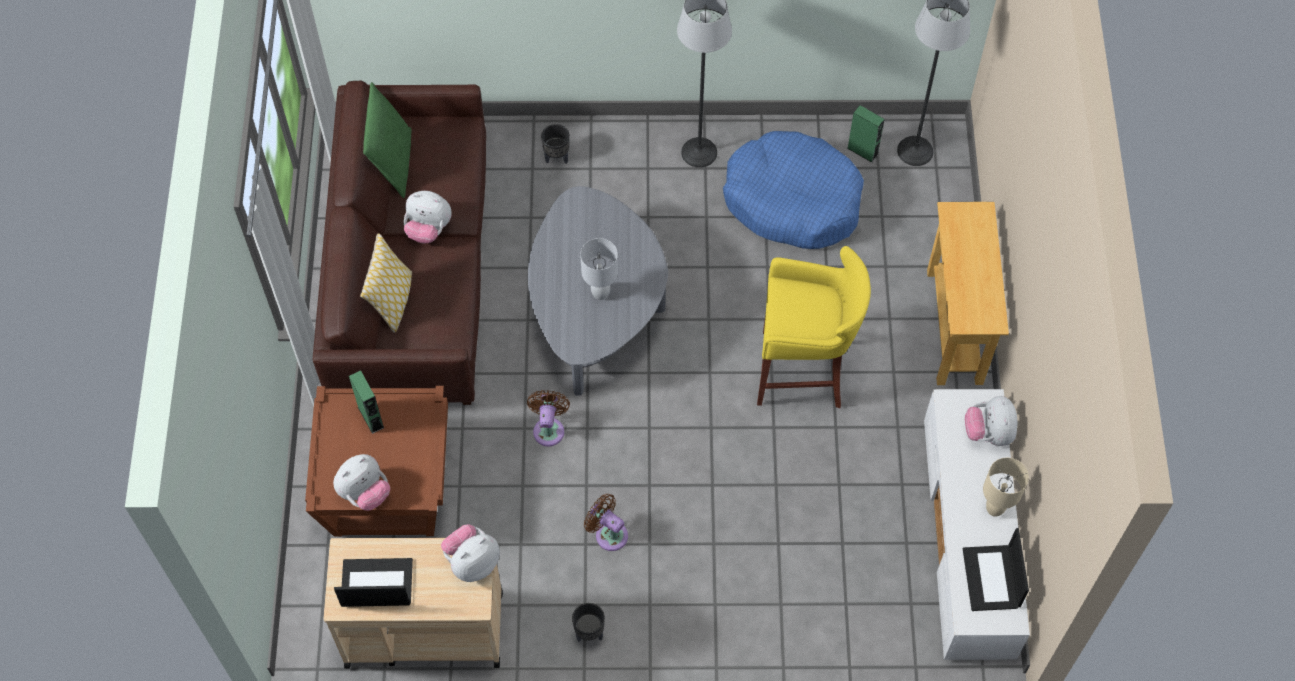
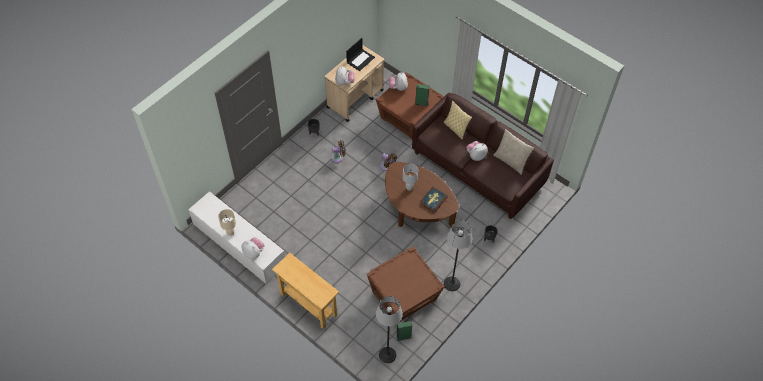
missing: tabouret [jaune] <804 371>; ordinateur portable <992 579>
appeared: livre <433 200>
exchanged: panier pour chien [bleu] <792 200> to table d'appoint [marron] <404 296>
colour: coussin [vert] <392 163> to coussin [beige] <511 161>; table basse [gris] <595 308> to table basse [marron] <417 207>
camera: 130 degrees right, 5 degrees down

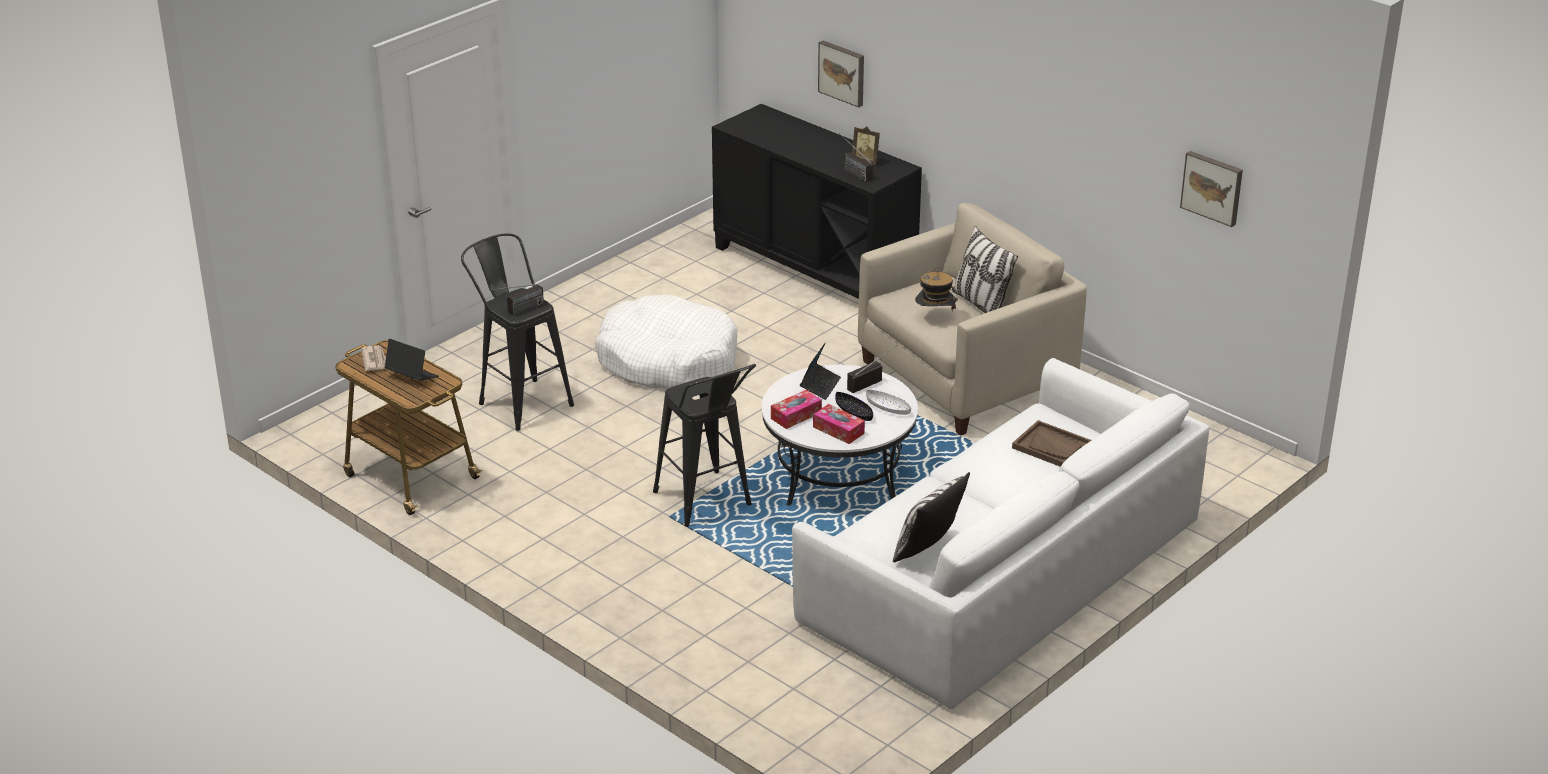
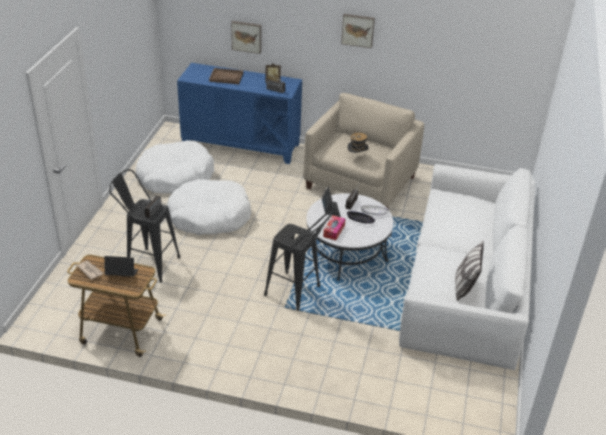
missing: boîte à mouchoirs <838 430>; coussin <980 304>
appeared: panier pour chien [blanc] <175 176>
relocated: plateau [marron] <1052 447> to <226 77>; tableau <1213 187> to <358 30>
colour: meuble de rangement [noir] <814 269> to meuble de rangement [bleu] <241 144>
camera: 30 degrees left, 5 degrees up

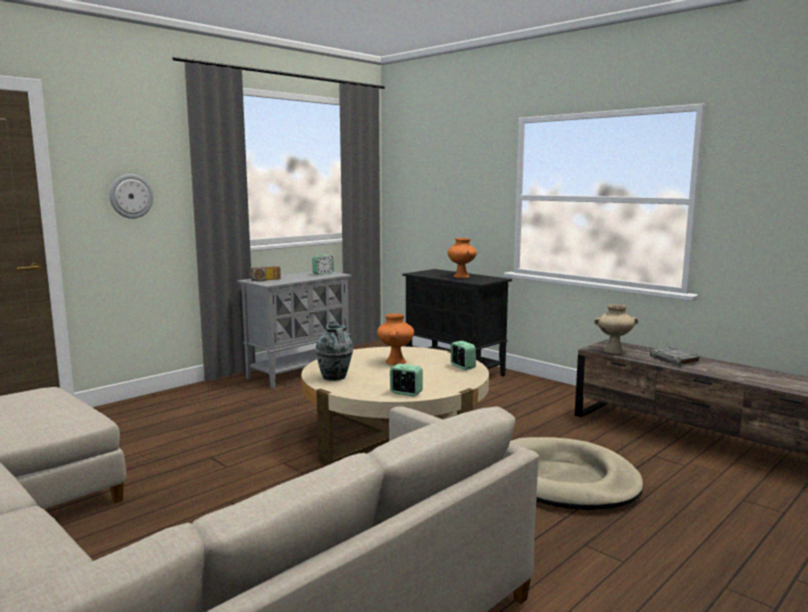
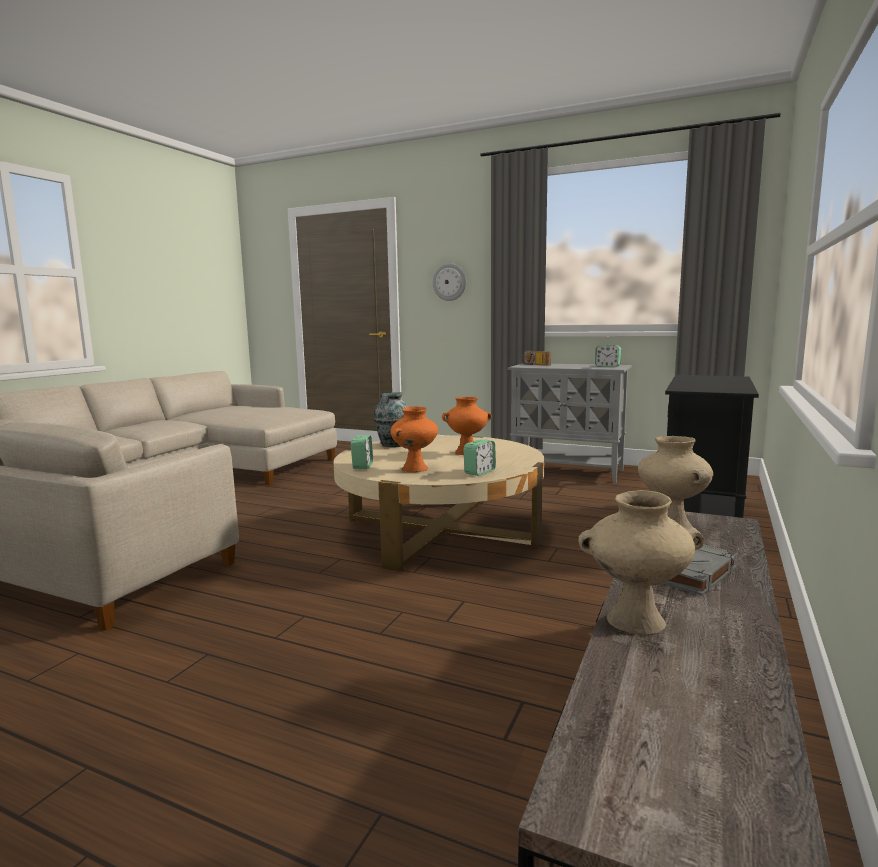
missing: panier pour chien [beige] <565 480>
appeared: vase [beige] <634 621>
relocated: vase [orange] <462 276> to <415 469>
camera: 70 degrees right, 0 degrees up

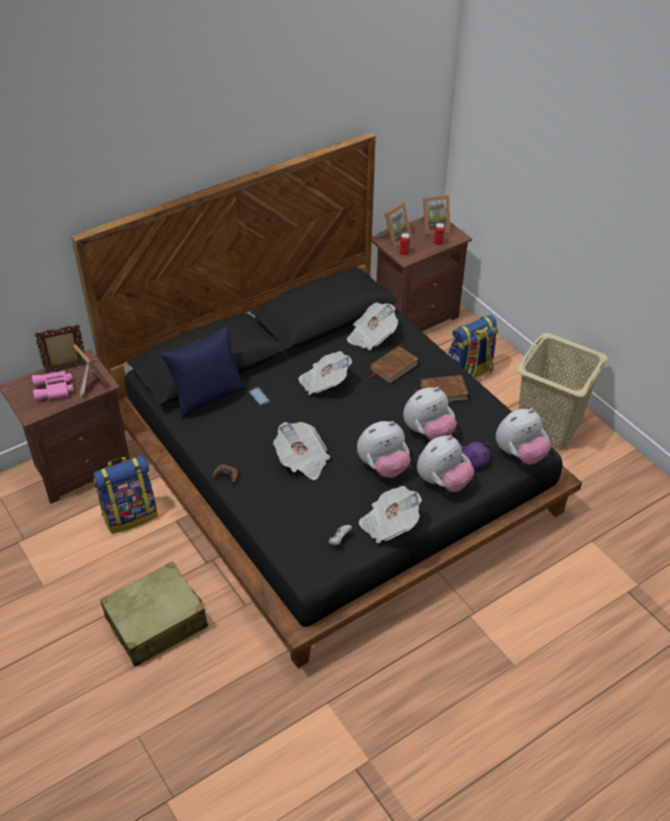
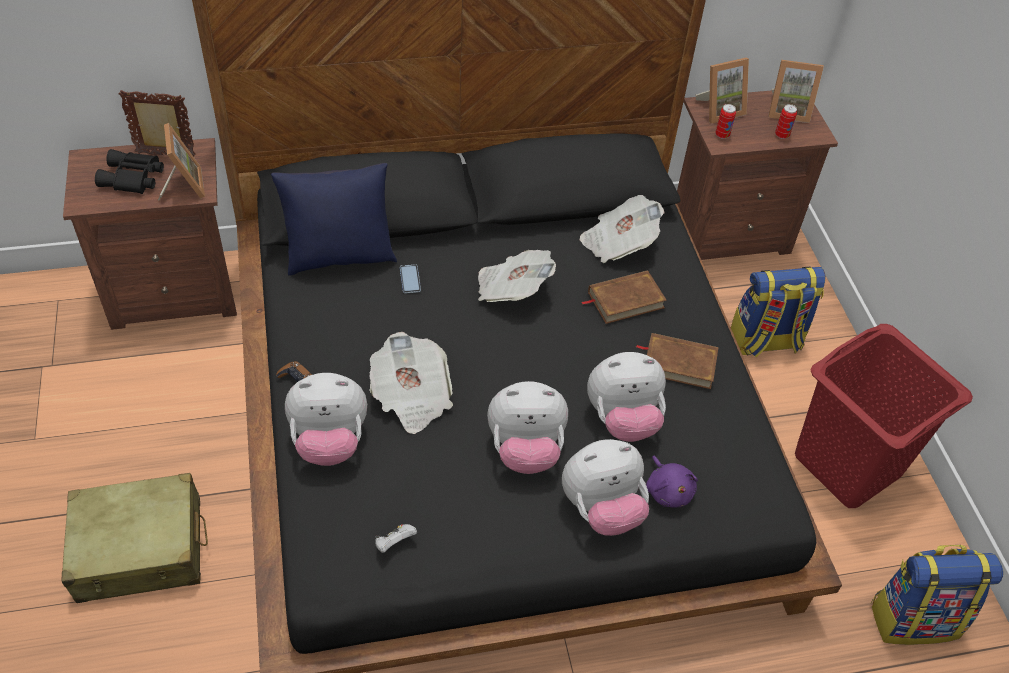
missing: journal <389 524>
relocated: sac à dos <130 514> to <914 618>; peluche <519 454> to <329 442>
colour: jumelles [rose] <54 389> to jumelles [noir] <133 178>; panier à linge [beige] <549 426> to panier à linge [rouge] <847 465>
camera: 20 degrees right, 5 degrees up

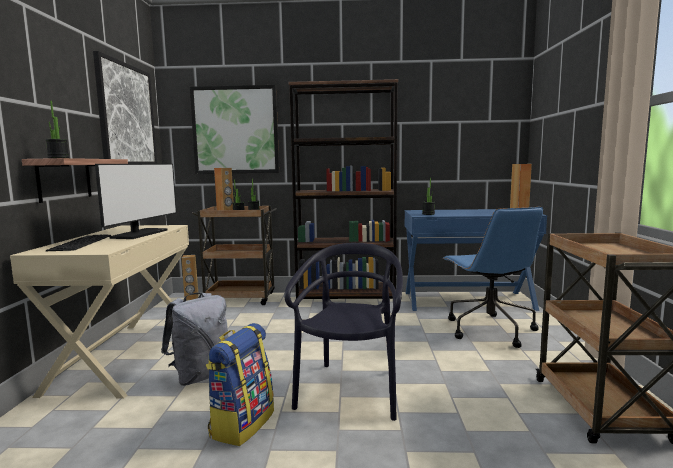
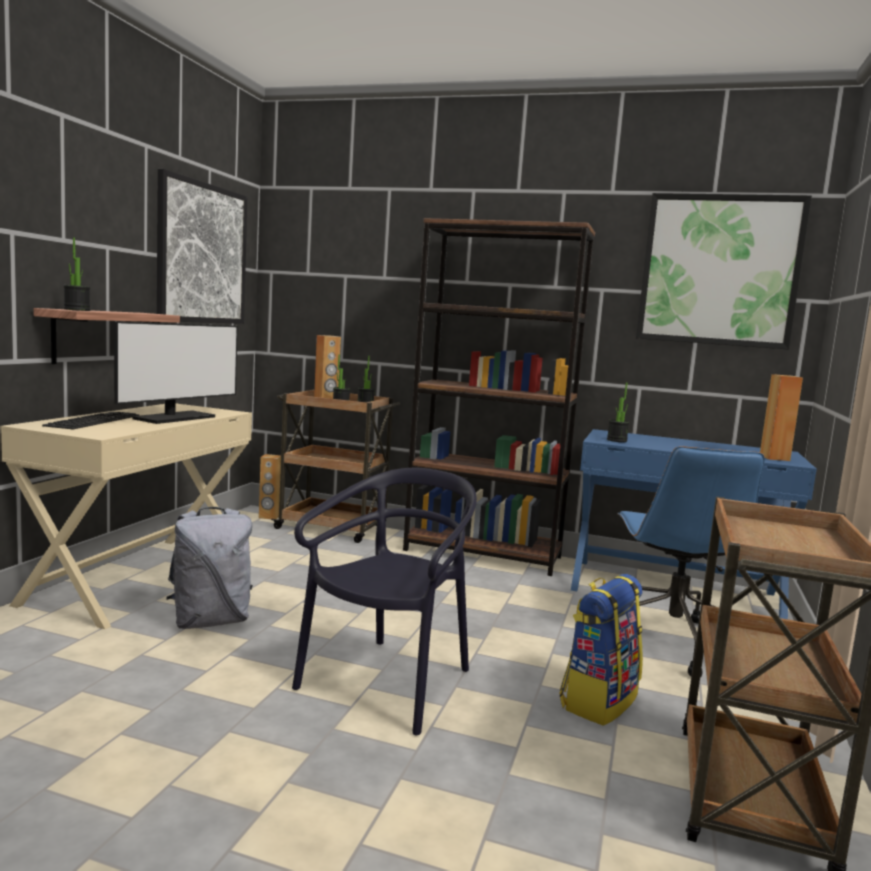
relocated: tableau <235 130> to <719 270>; sac à dos <242 423> to <598 700>
camera: 15 degrees right, 0 degrees up

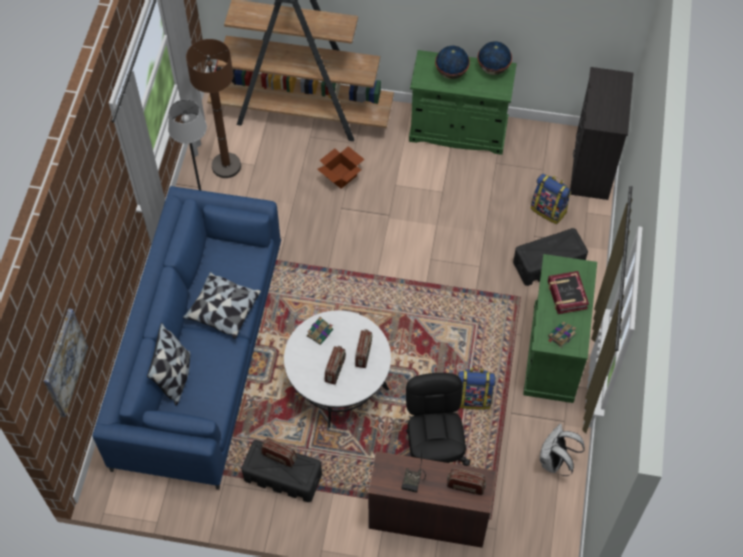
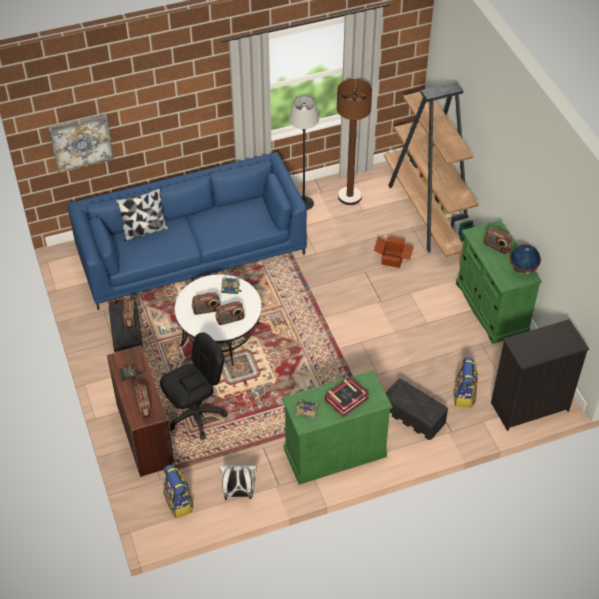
missing: coussin <223 310>
relocated: sac à dos <473 398> to <179 503>
exchanged: globe <451 73> to radio <496 247>
camera: 60 degrees right, 10 degrees down

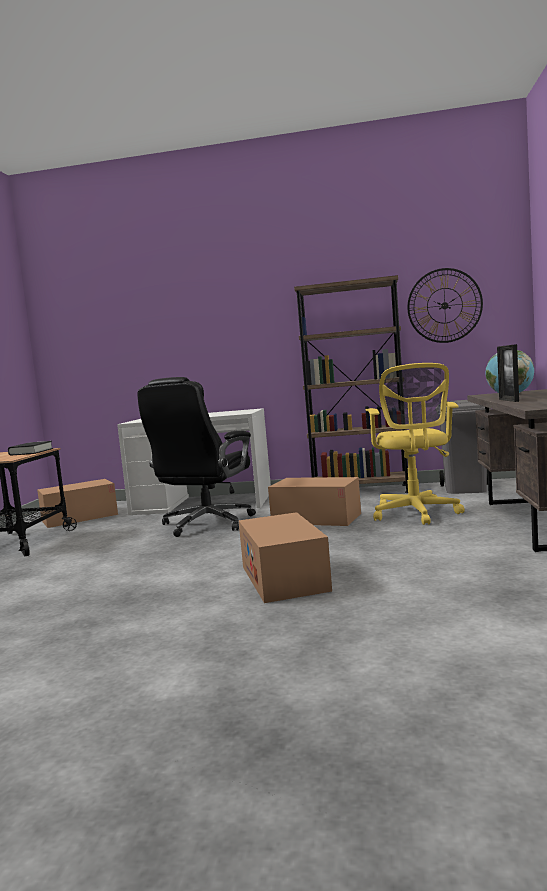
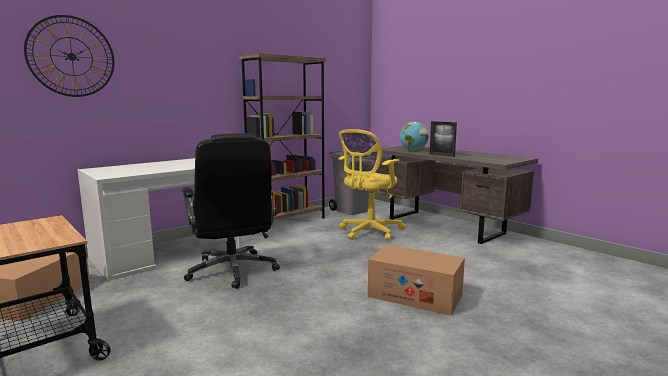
missing: livre [noir] <31 452>; carton <316 518>
relocated: horloge murale <444 305> to <71 56>
spun: chaise de bureau [jaune] <416 514> = <369 232> 90 degrees clockwise
camera: 50 degrees left, 5 degrees up

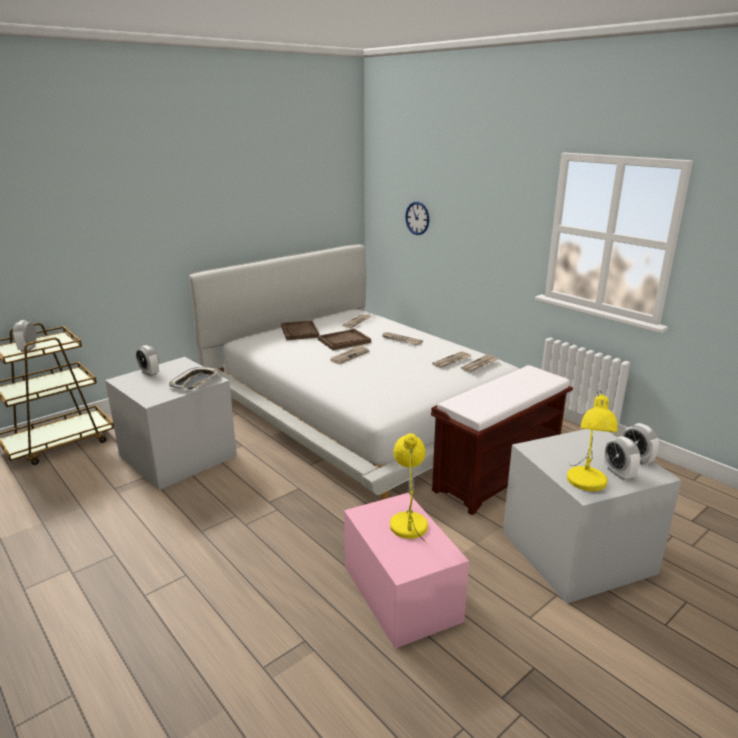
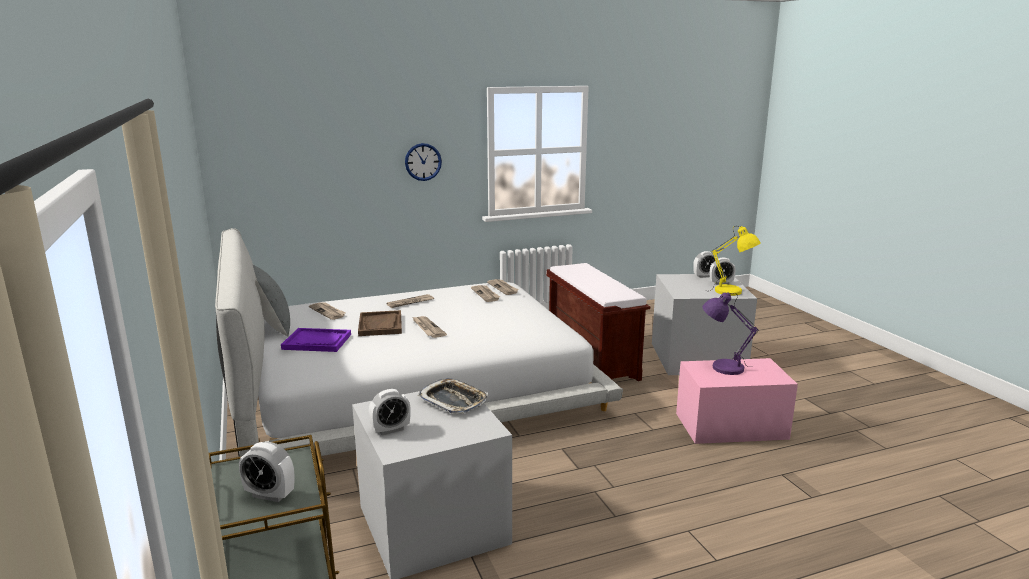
appeared: coussin [gris] <272 327>
relocated: horloge murale <417 218> to <423 162>
colour: plateau [marron] <300 332> to plateau [violet] <317 342>; lampe de table [jaune] <409 523> to lampe de table [violet] <723 367>
camera: 70 degrees left, 5 degrees down

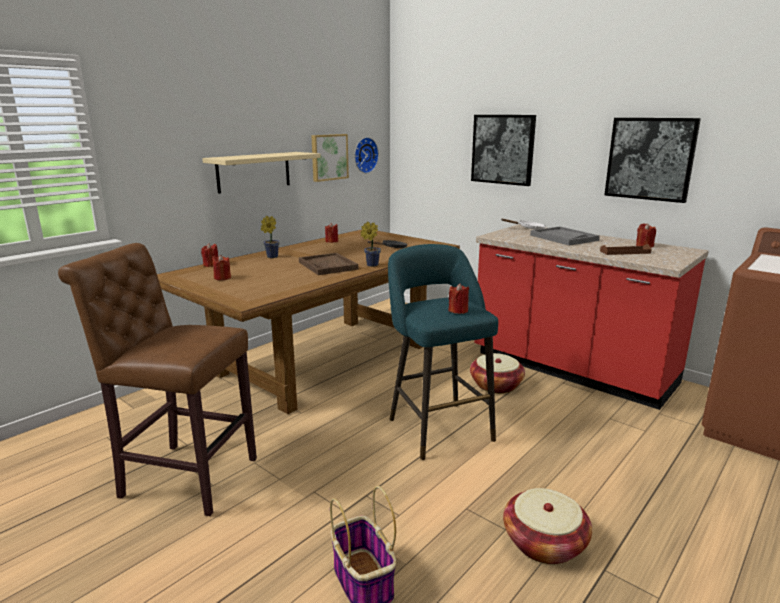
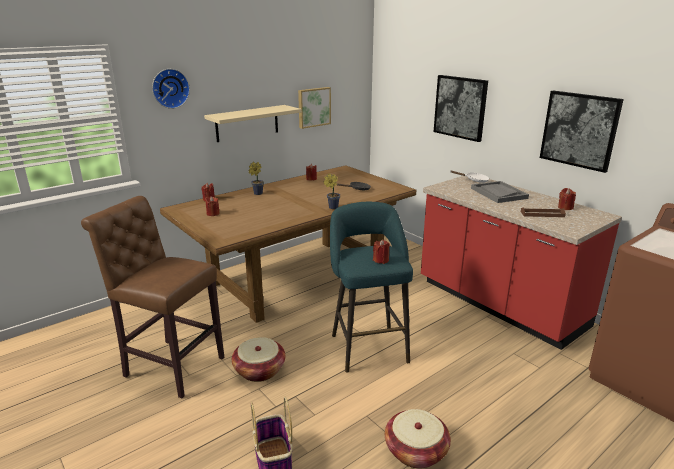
missing: plateau [marron] <328 265>
relocated: horloge murale <364 155> to <170 88>; panier <496 385> to <259 370>
camera: 10 degrees right, 5 degrees up

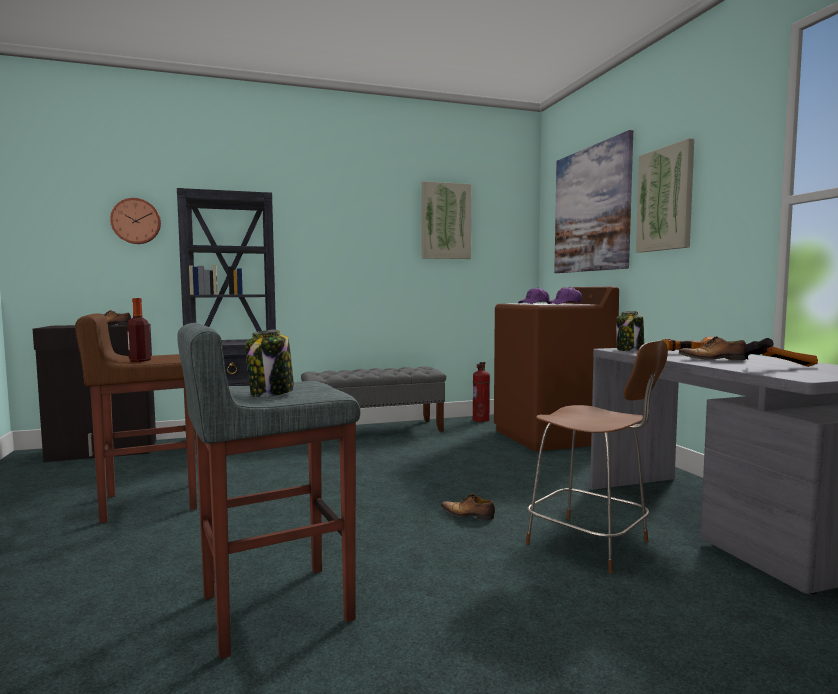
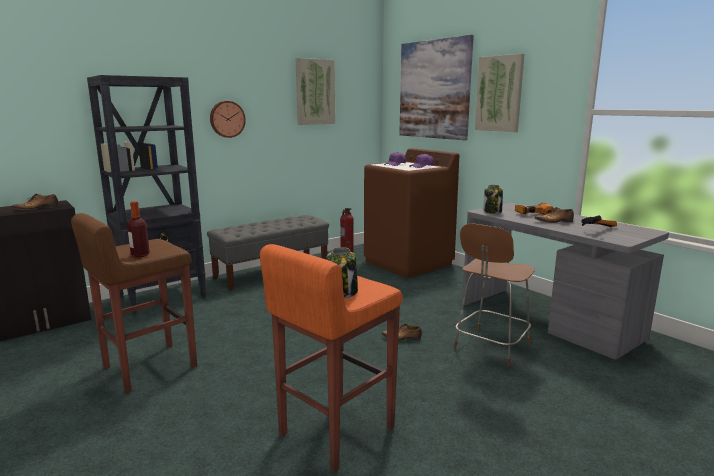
relocated: horloge murale <136 221> to <227 119>
colour: tabouret [gris] <273 607> to tabouret [orange] <334 431>
spun: chaise [marron] <591 544> = <490 347> 105 degrees clockwise
camera: 20 degrees left, 10 degrees up

